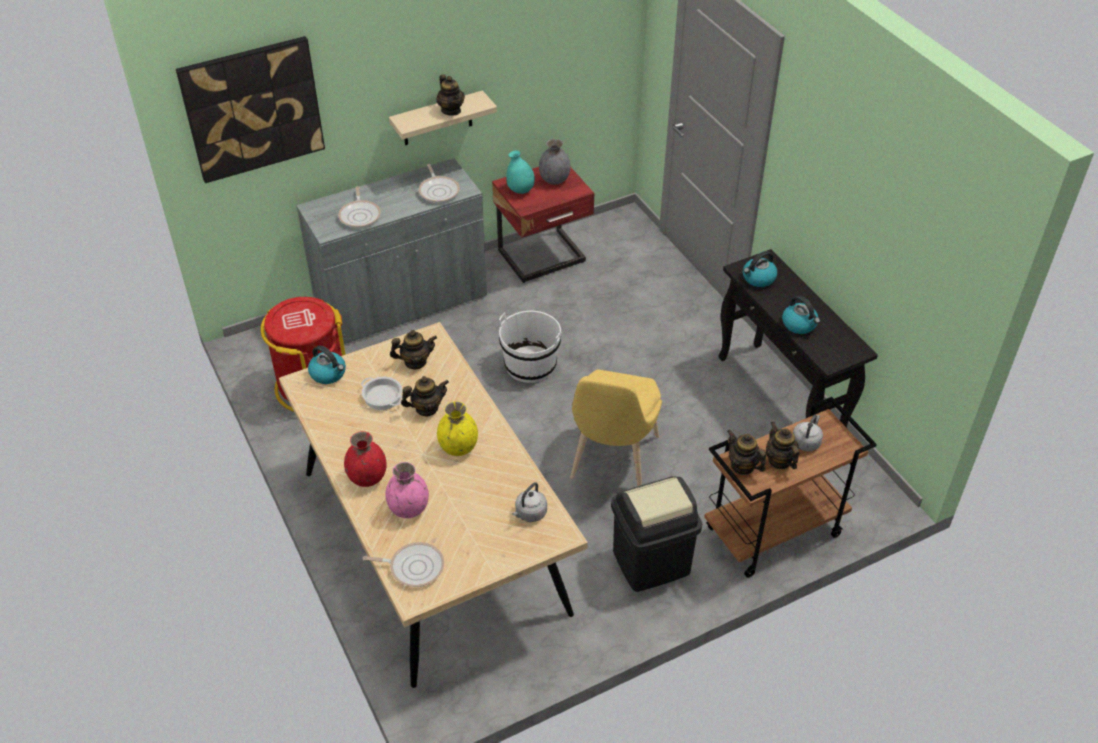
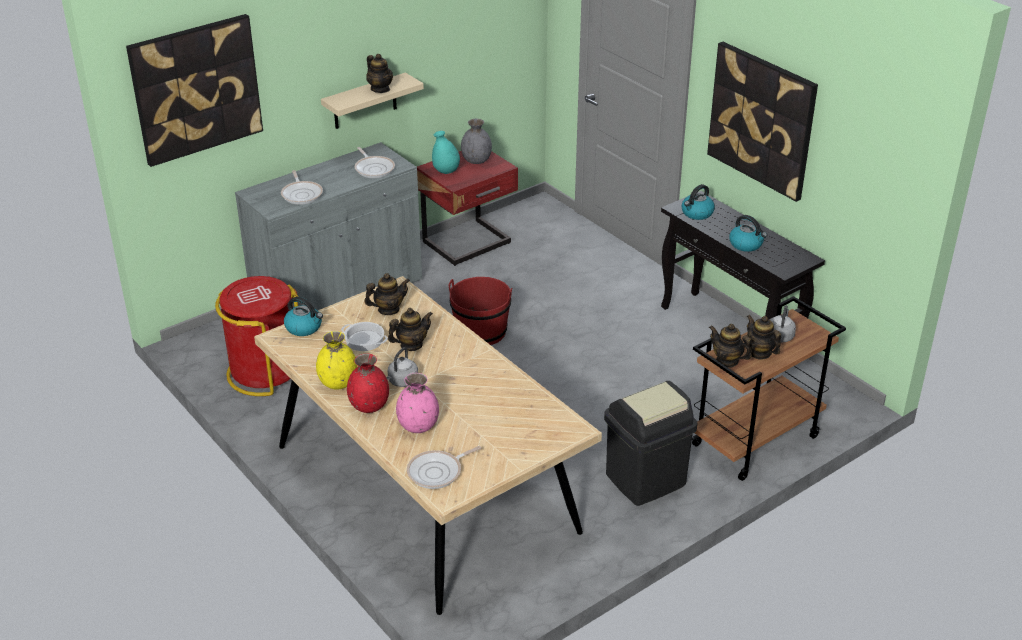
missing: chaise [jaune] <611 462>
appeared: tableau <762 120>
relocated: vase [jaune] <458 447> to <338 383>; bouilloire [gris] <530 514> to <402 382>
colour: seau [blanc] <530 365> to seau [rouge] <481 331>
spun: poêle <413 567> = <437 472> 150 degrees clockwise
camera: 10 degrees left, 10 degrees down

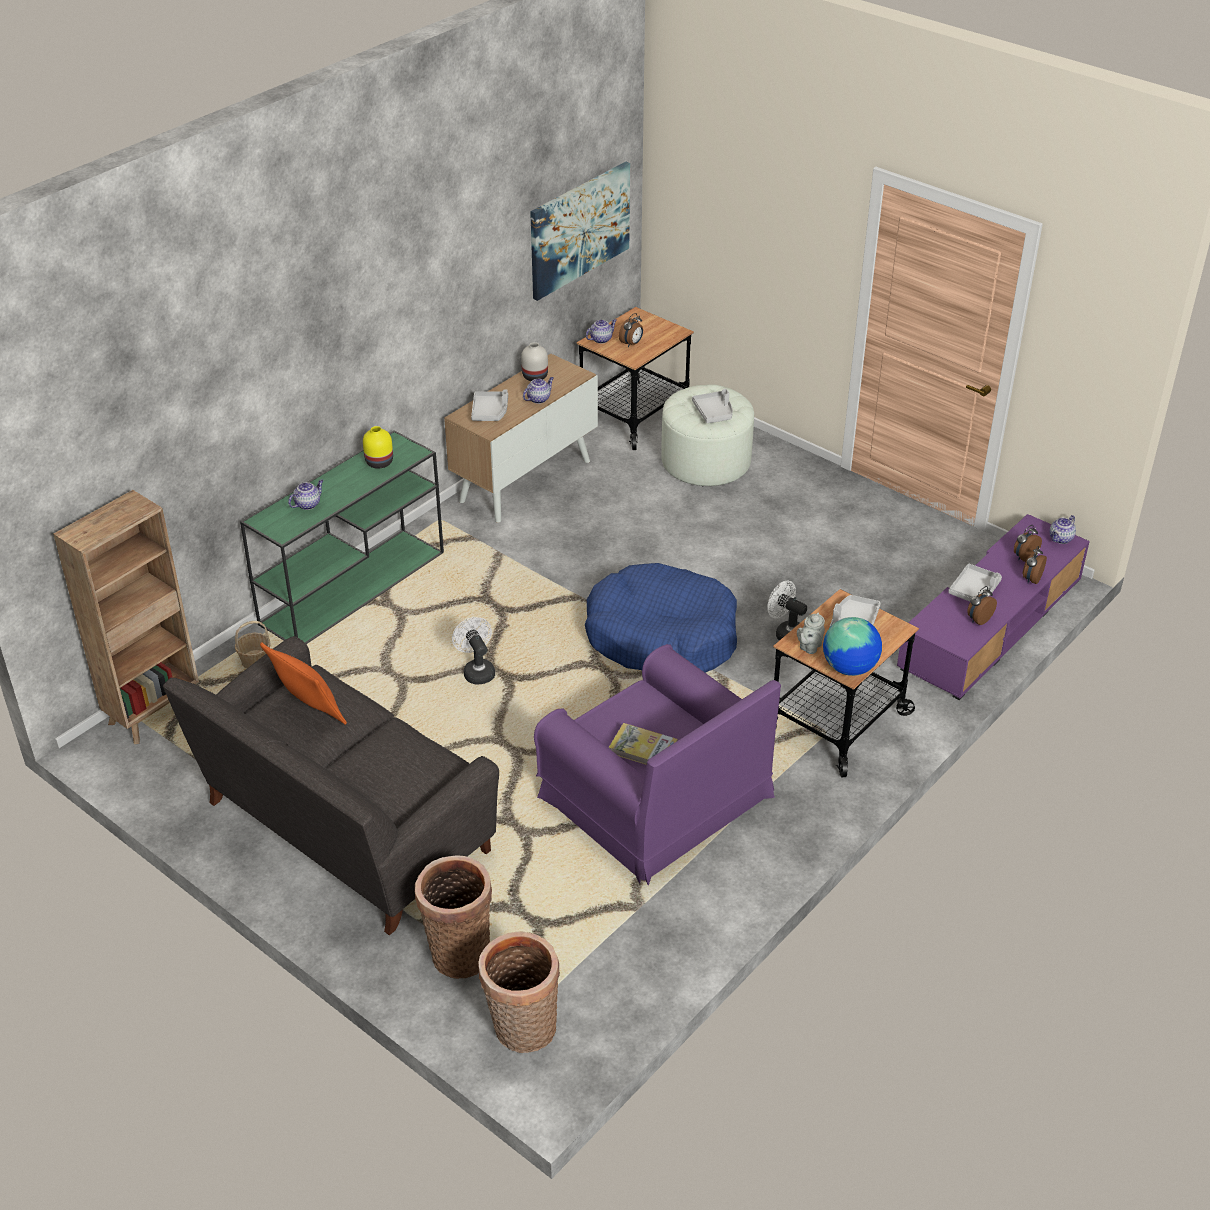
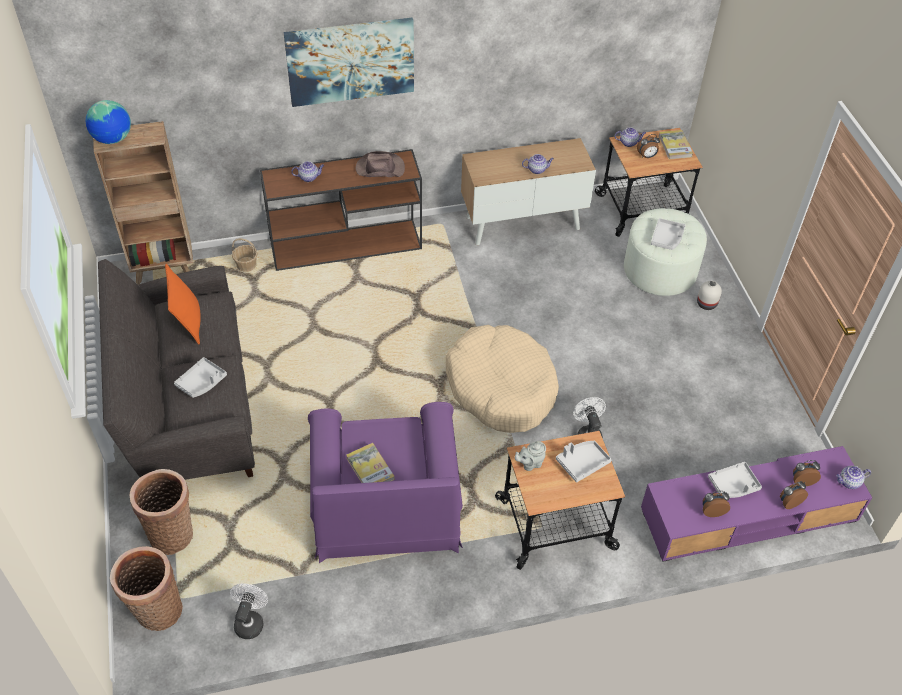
appeared: livre <675 146>
relocated: ventilateur [blanc] <477 671> to <250 621>; plateau [gris] <490 412> to <202 382>; vase [blanc] <534 376> to <706 303>; tableau <579 229> to <350 61>; globe <850 668> to <113 139>
exchanged: vase [jaune] <378 462> to chapeau [marron] <379 168>
colour: table console [vert] <354 587> to table console [marron] <347 244>; panier pour chien [bleu] <661 636> to panier pour chien [beige] <501 387>
camera: 35 degrees right, 10 degrees up

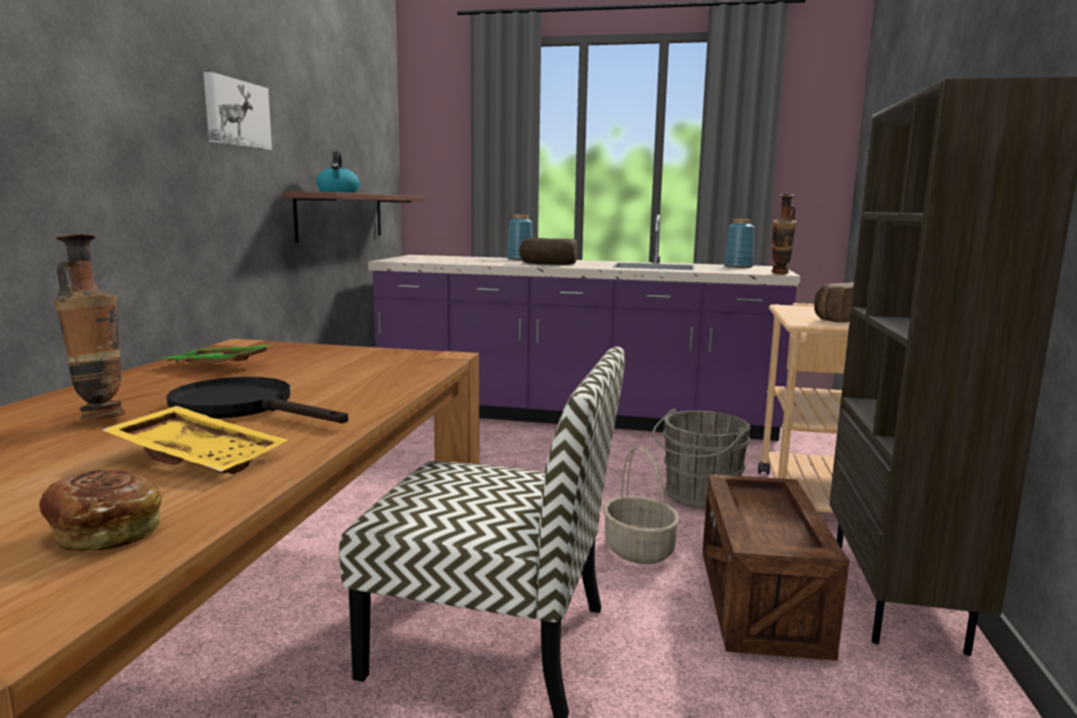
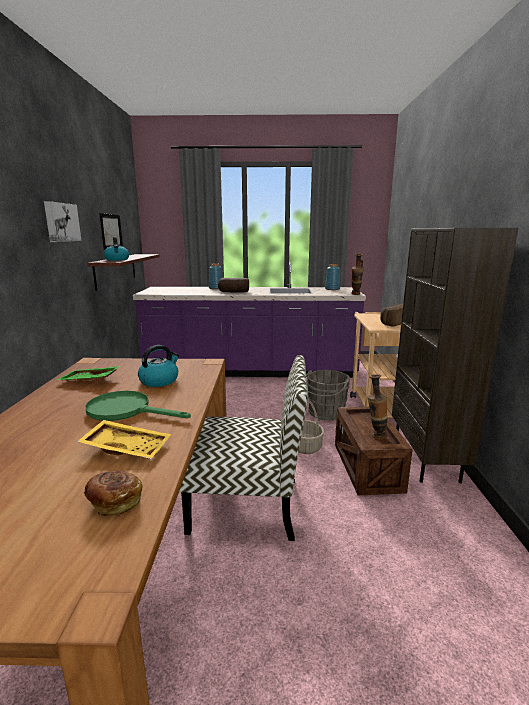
appeared: tableau <111 231>; bouilloire <159 381>
relocated: vase <100 417> to <375 435>
colour: poêle [noir] <244 407> to poêle [vert] <126 410>
camera: 10 degrees left, 5 degrees up

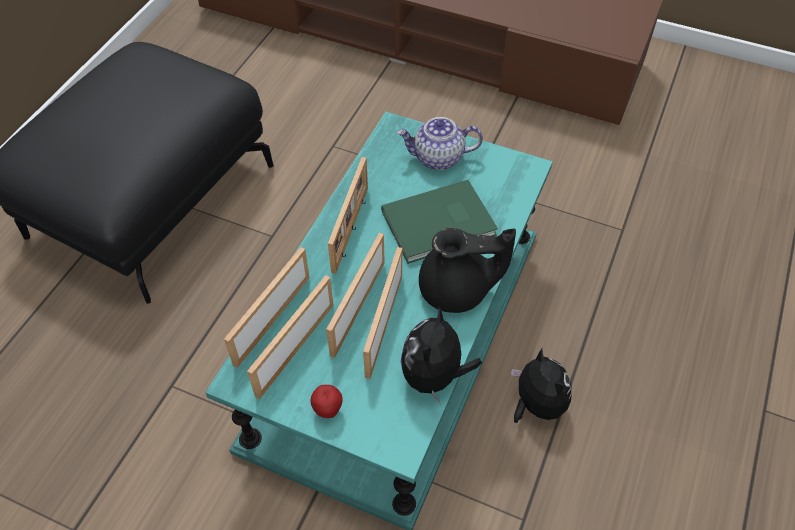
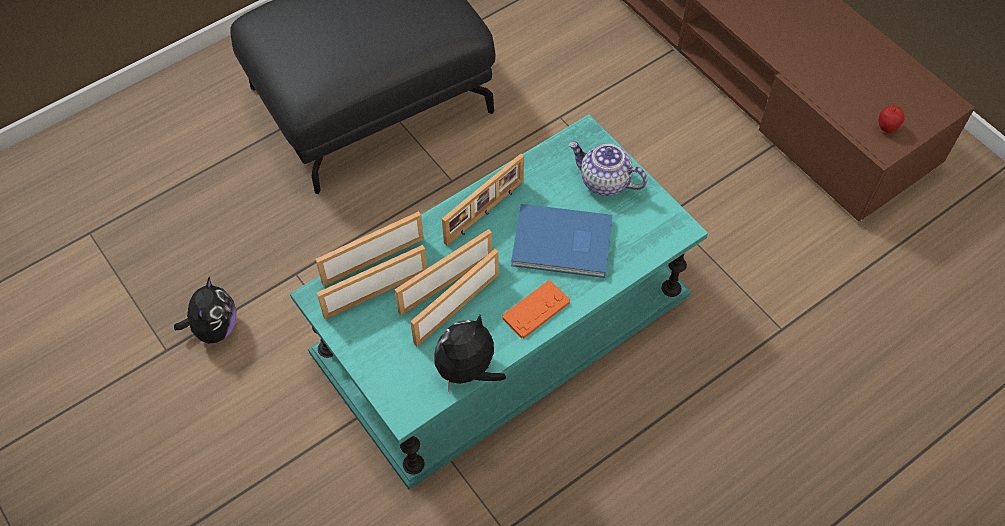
relocated: pomme <328 410> to <886 128>; peluche <536 404> to <214 328>
exchanged: théière [noir] <457 291> to manette [orange] <536 310>
colour: livre [vert] <441 224> to livre [bleu] <563 245>
camera: 30 degrees right, 5 degrees up

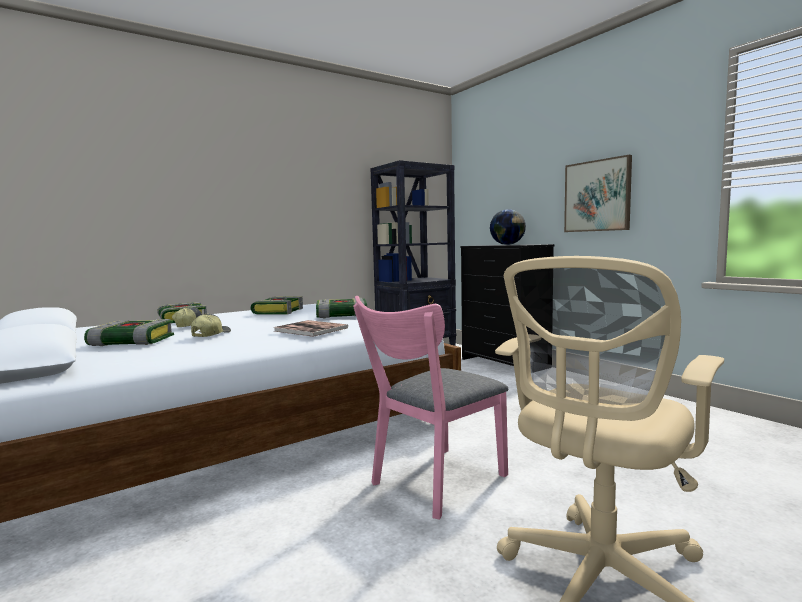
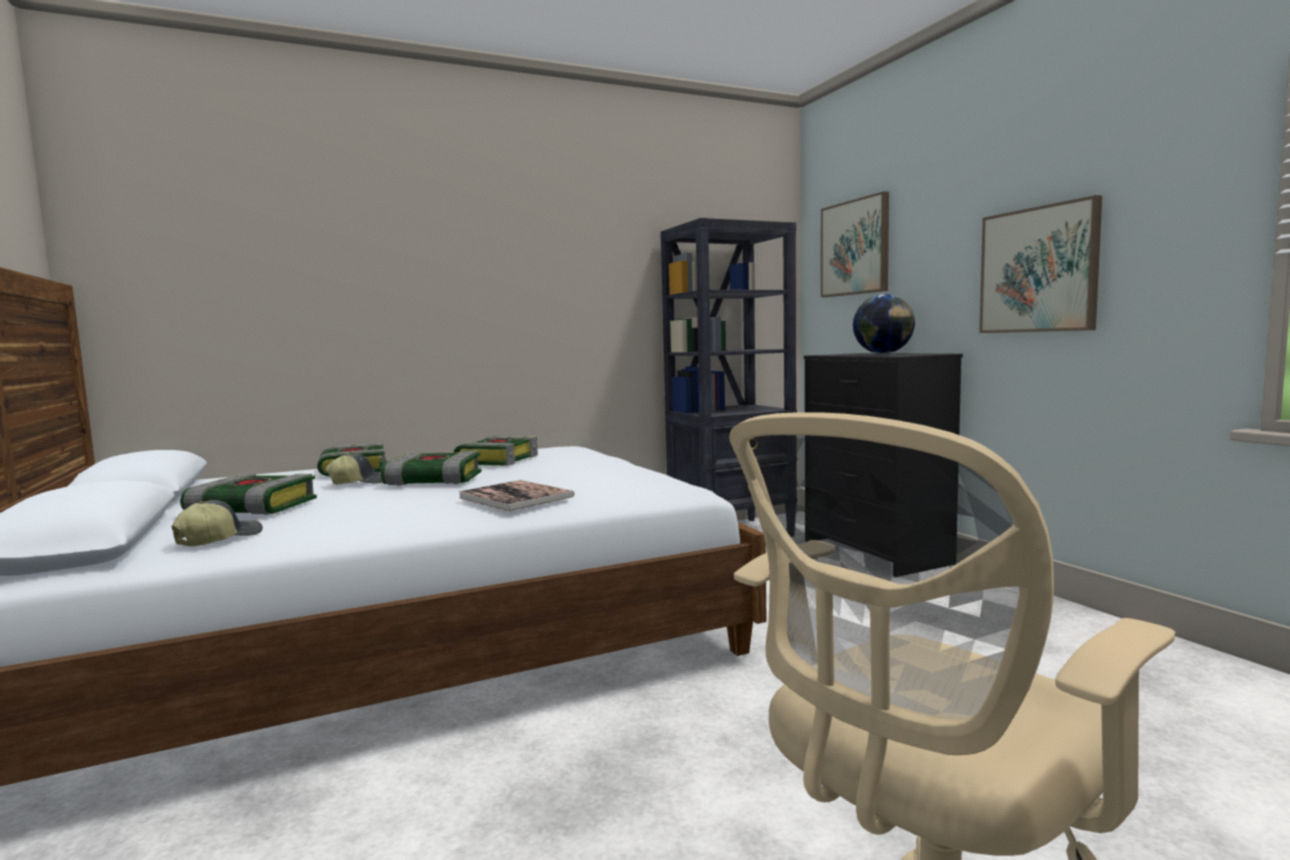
missing: chaise [rose] <433 483>
appeared: tableau <855 248>
relocated: casquette <210 334> to <218 539>; livre <341 315> to <432 481>
camera: 10 degrees right, 0 degrees up

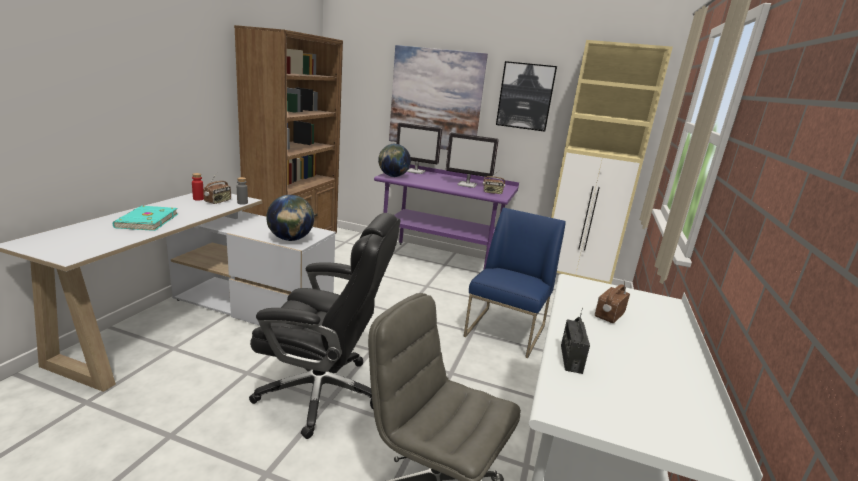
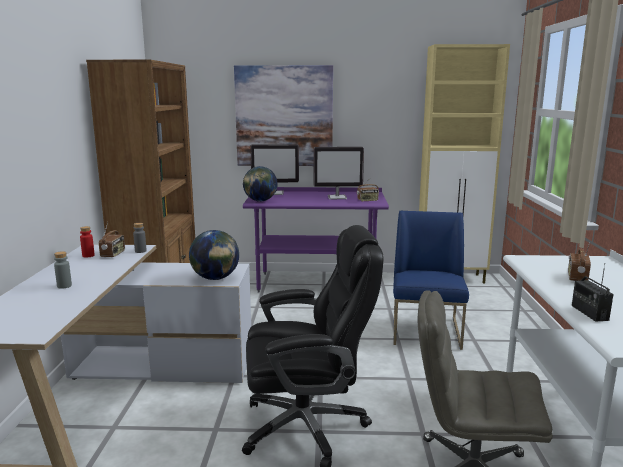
missing: tableau <525 96>
exchanged: livre [turquoise] <146 221> to bouteille [gris] <64 286>
camera: 15 degrees left, 5 degrees down

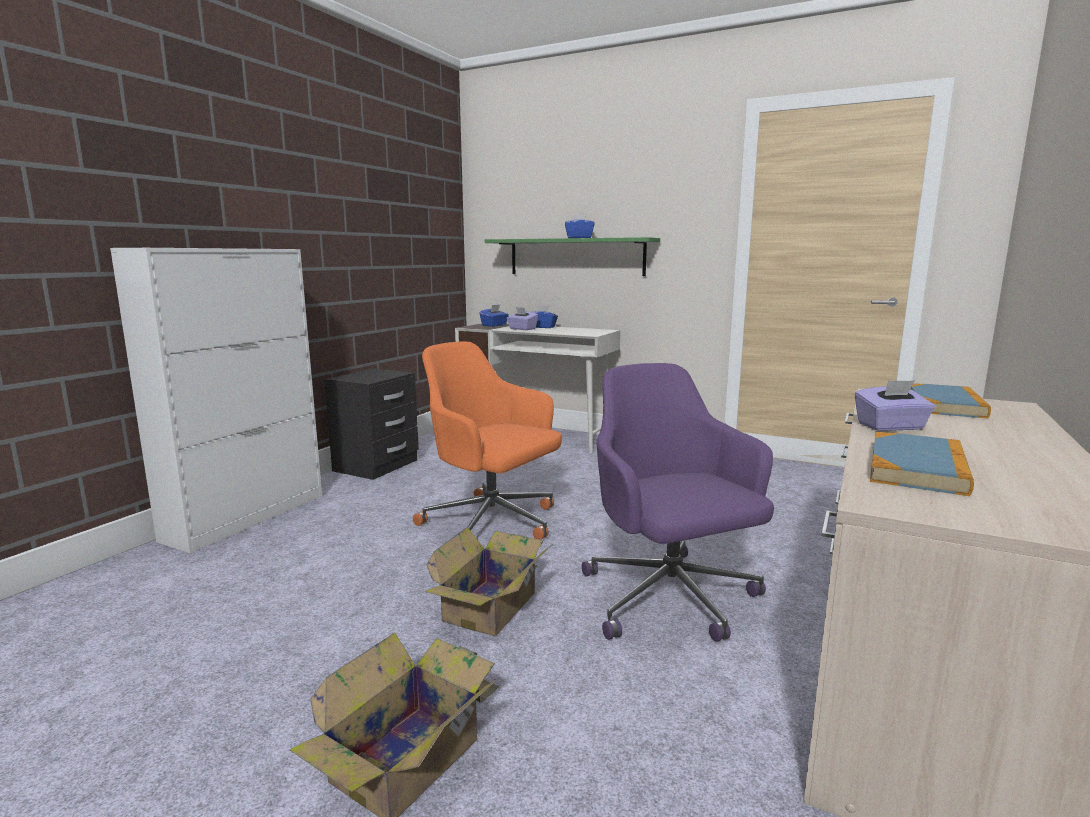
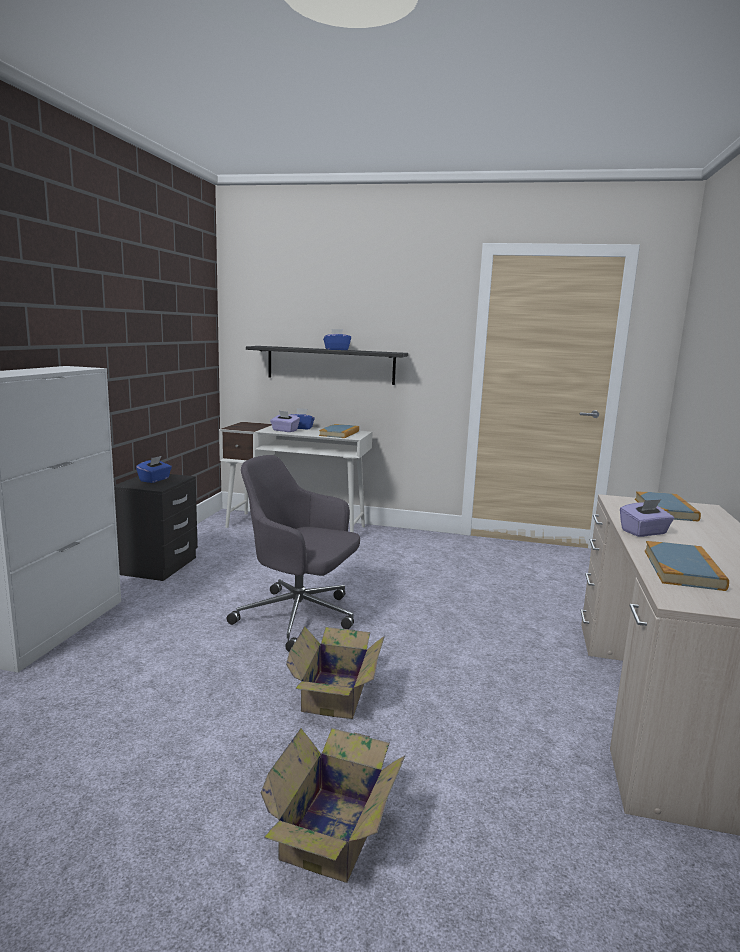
missing: chaise de bureau [violet] <670 599>
appeared: livre <339 433>
relocated: boîte à mouchoirs [bleu] <494 325> to <155 480>
colour: chaise de bureau [orange] <492 524> to chaise de bureau [gris] <299 618>; étagère [vert] <576 257> to étagère [noir] <330 365>
camera: 15 degrees left, 0 degrees up

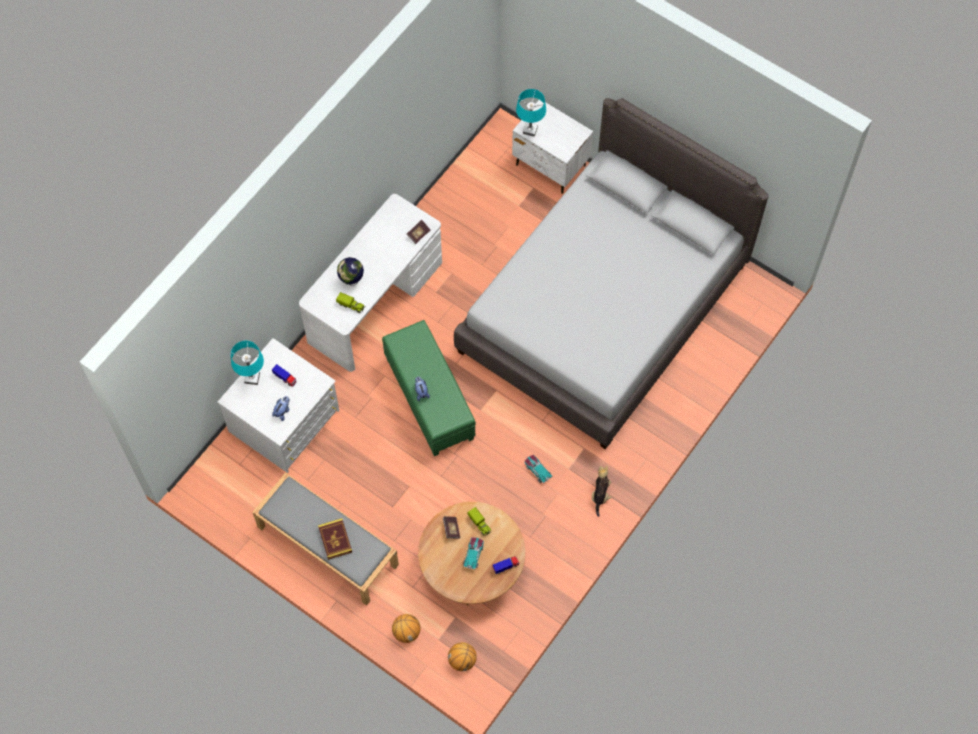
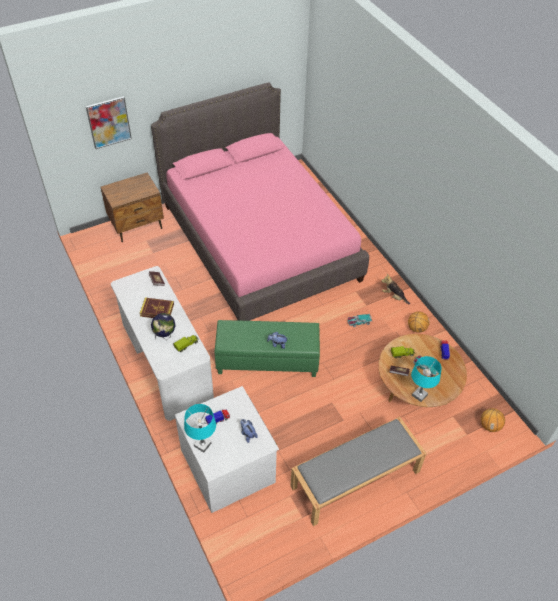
appeared: tableau <109 122>
relocated: livre <335 539> to <157 310>; ballon de basket <406 632> to <416 328>; lampe de table [turquoise] <530 130> to <419 395>
colour: lit [gris] <603 308> to lit [rose] <259 242>; table de chevet [blanc] <551 166> to table de chevet [marron] <137 226>
camera: 65 degrees left, 15 degrees down

